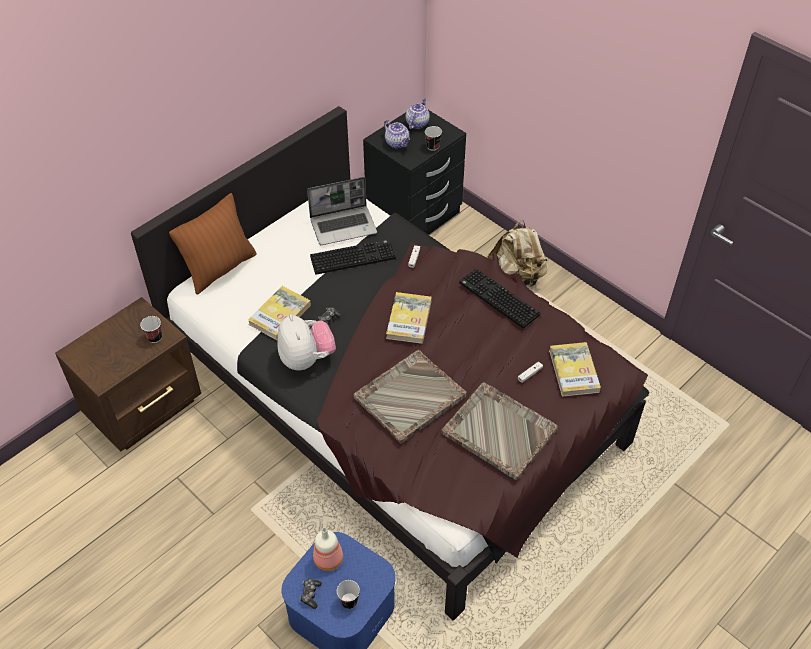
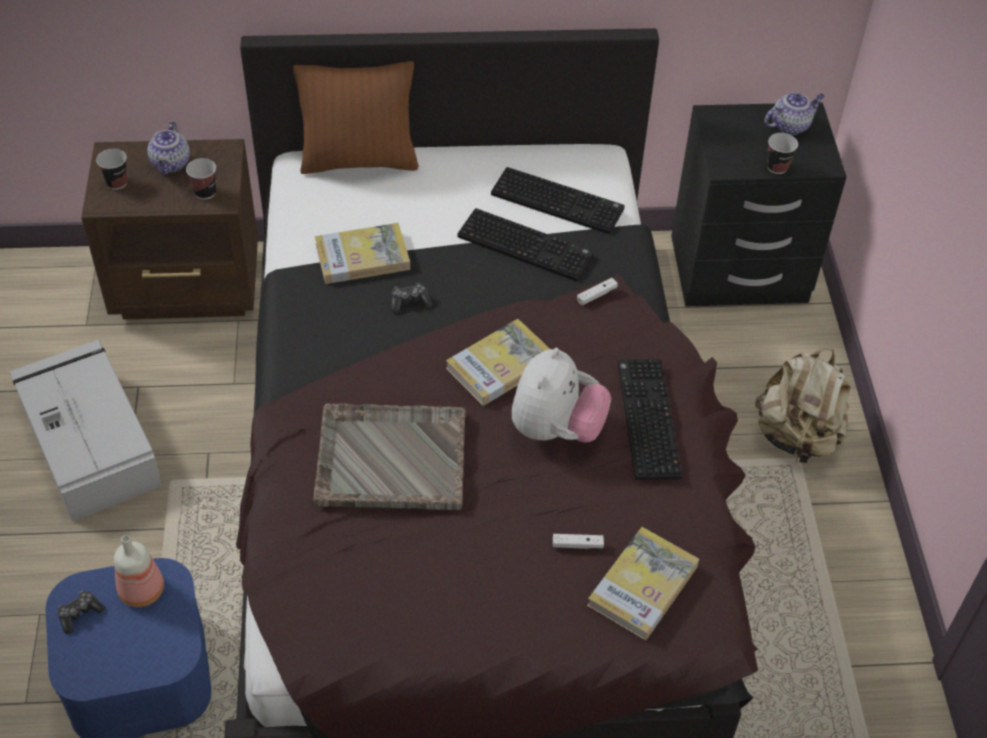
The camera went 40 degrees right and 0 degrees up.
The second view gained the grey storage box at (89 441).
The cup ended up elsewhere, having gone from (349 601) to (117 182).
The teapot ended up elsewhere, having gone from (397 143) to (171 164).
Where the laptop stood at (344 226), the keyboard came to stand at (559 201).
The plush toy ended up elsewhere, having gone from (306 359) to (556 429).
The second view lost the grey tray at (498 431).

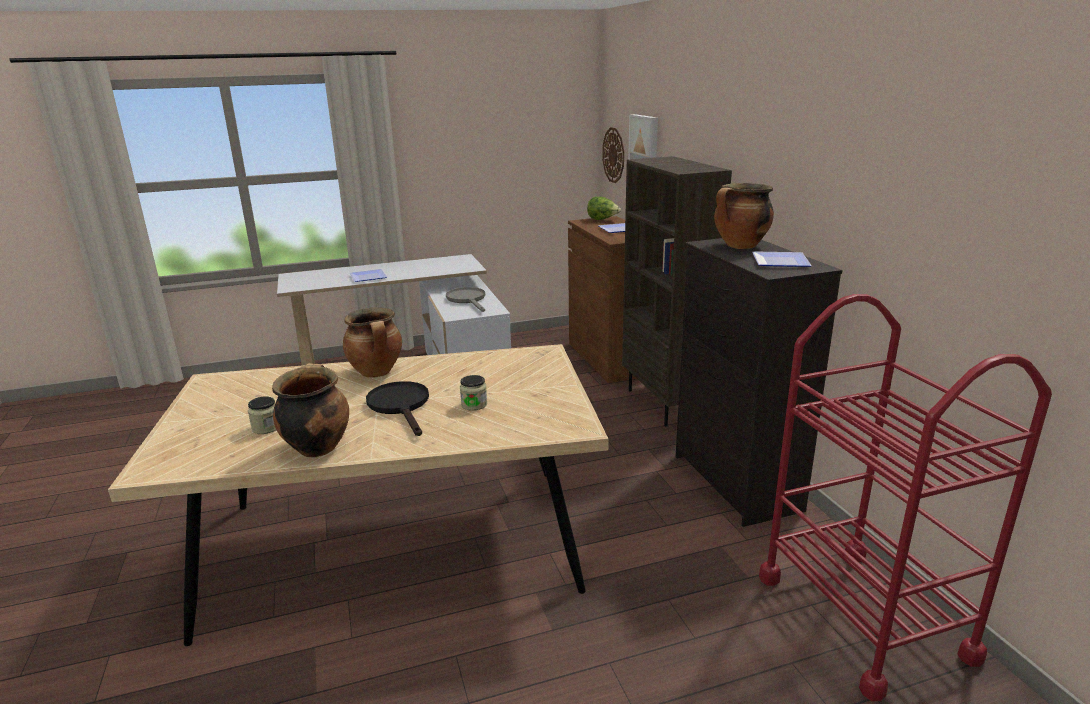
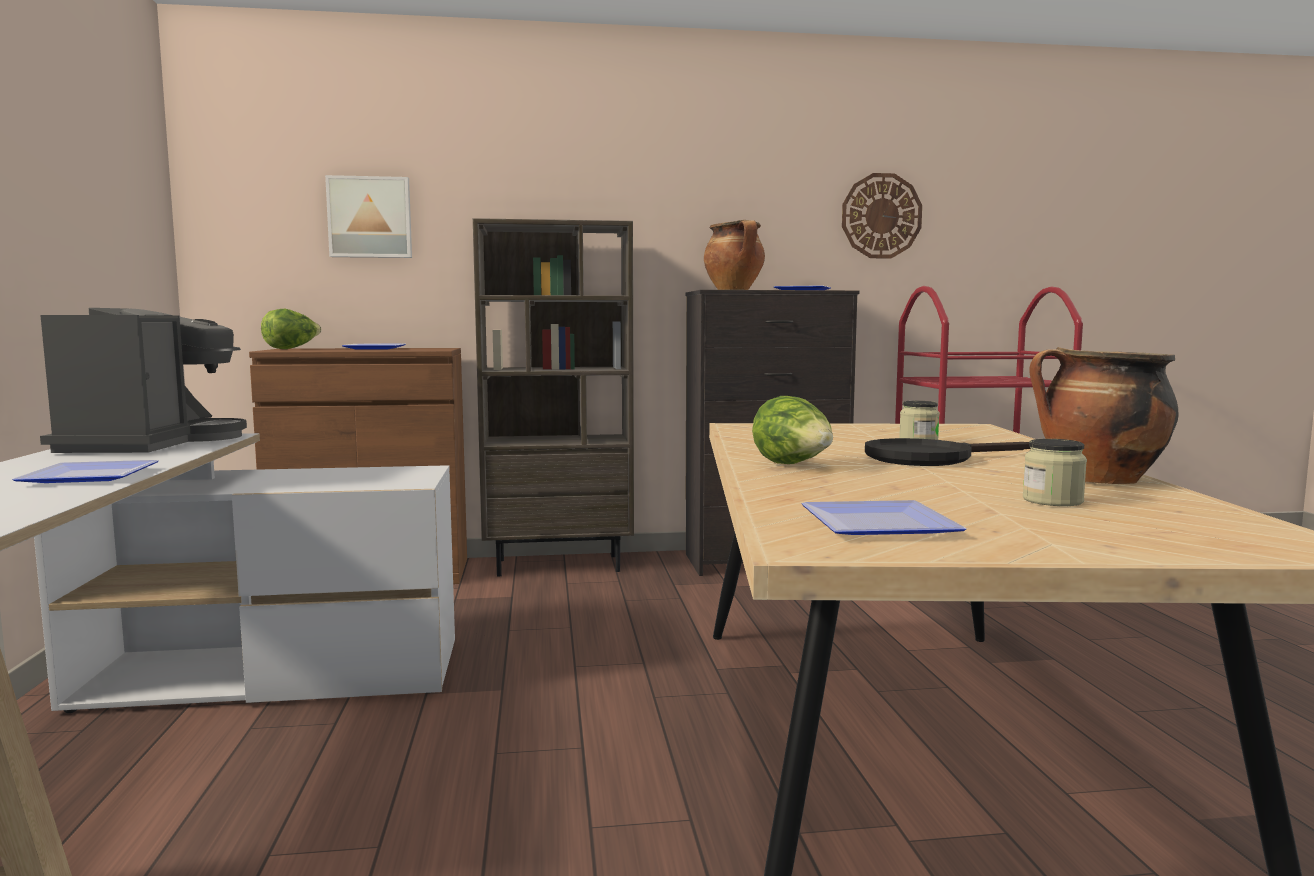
The camera went 80 degrees left and 15 degrees down.
The second view gained the coffee machine at (151 443).
Where the cooking pot stood at (377 373), the lettuce came to stand at (793 465).
The second view gained the plate at (875 526).
The wall clock ended up elsewhere, having gone from (614 155) to (881 216).
The second view lost the grey frying pan at (468 300).

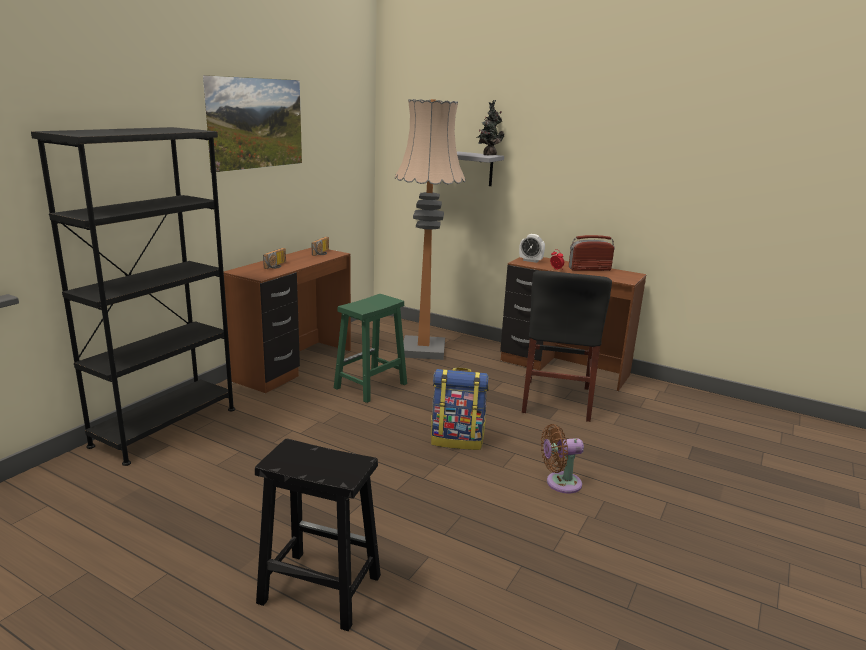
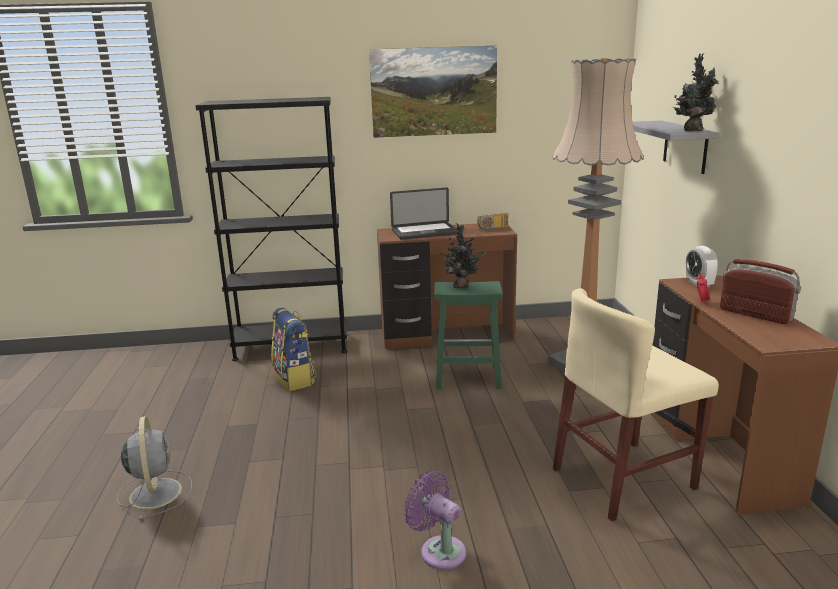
The camera went 55 degrees right and 0 degrees up.
Where the black stool stood at (318 589), the grey fan came to stand at (155 492).
The backpack ended up elsewhere, having gone from (457 440) to (295 379).
Where the radio stood at (277 266), the laptop came to stand at (425 232).
What was the brown fan at (560 483) turned into the purple fan at (439 550).
The second view gained the potted plant at (462 286).
What was the black chair at (556 399) turned into the beige chair at (623 478).

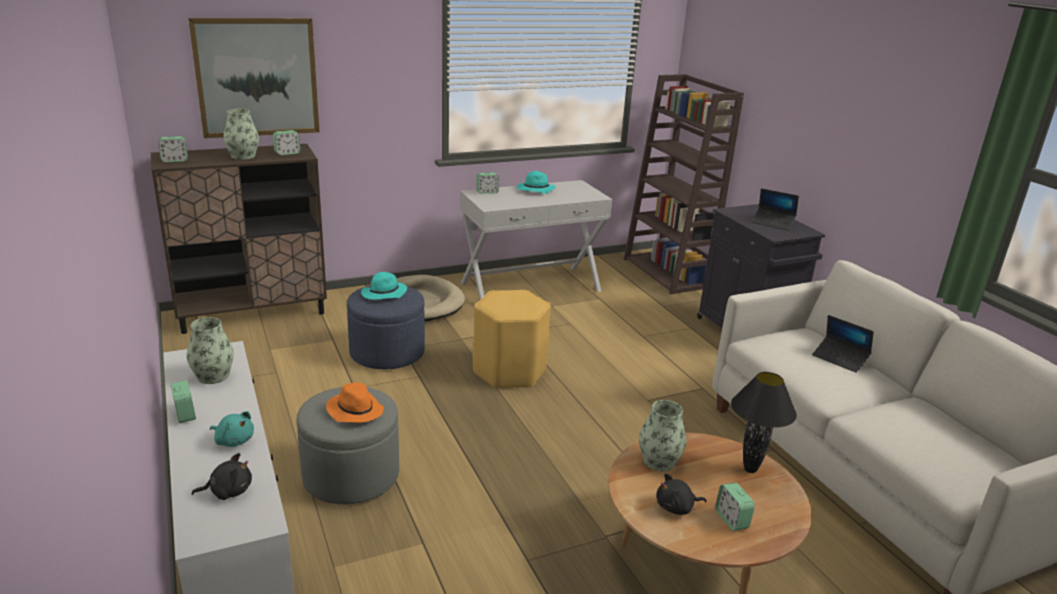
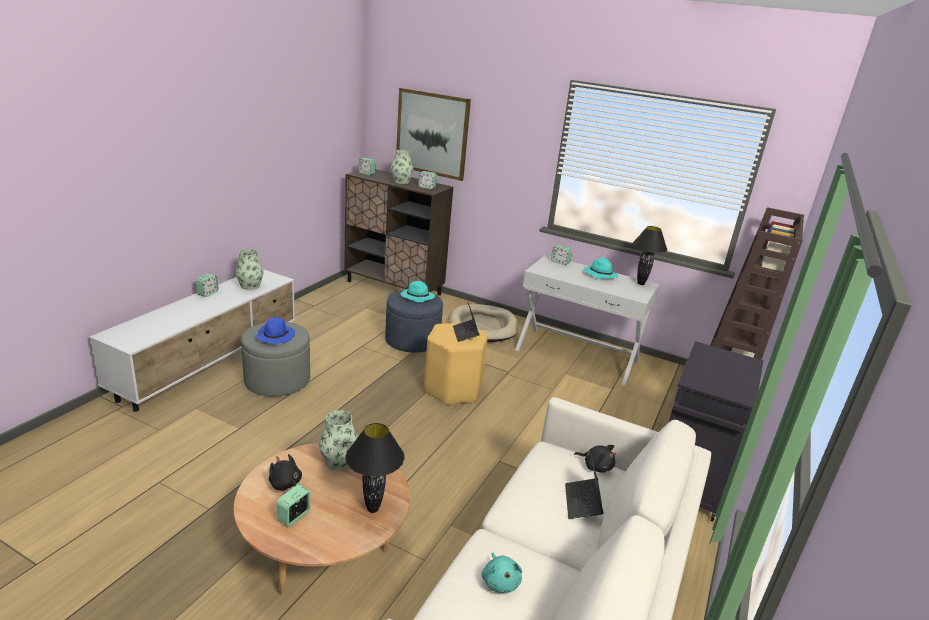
The camera went 50 degrees right and 0 degrees up.
What was the orange hat at (354 410) turned into the blue hat at (275 336).
The laptop ended up elsewhere, having gone from (773 223) to (465 334).
The turquoise plush toy ended up elsewhere, having gone from (233 440) to (500 581).
The black plush toy ended up elsewhere, having gone from (228 491) to (596 466).
The second view gained the black table lamp at (641 284).

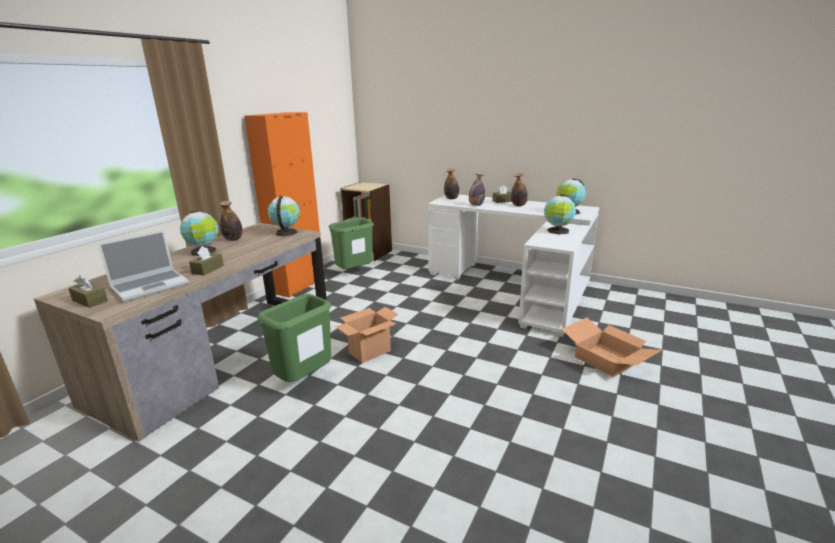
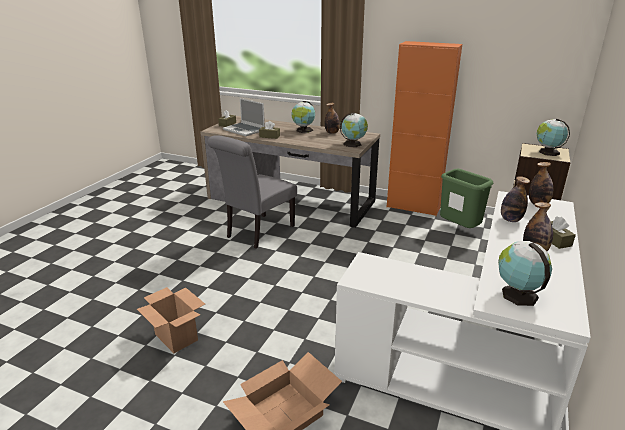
The camera went 85 degrees right and 5 degrees up.
The cardboard box ended up elsewhere, having gone from (369 352) to (176 337).
Where the green trash can stood at (304 381), the grey chair came to stand at (257 232).
The globe ended up elsewhere, having gone from (558 231) to (547 152).

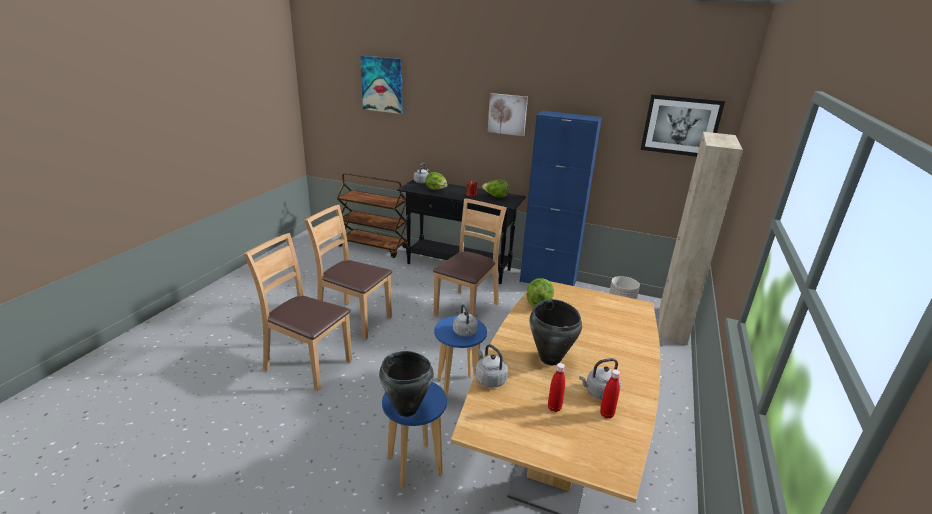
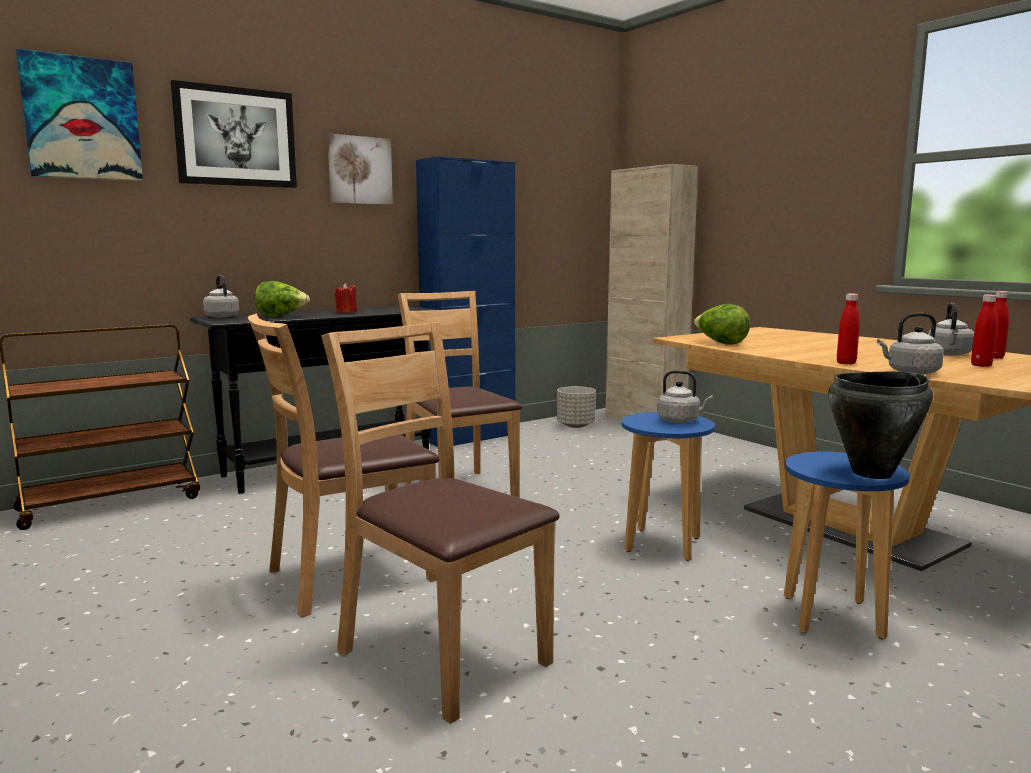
The camera went 55 degrees left and 15 degrees down.
The picture ended up elsewhere, having gone from (680 125) to (236 137).
The brown chair at (308 364) ended up facing another way, 75 degrees clockwise from before.
The second view gained the red bottle at (846 363).
The second view lost the lettuce at (495 196).
The second view lost the black cooking pot at (550 358).

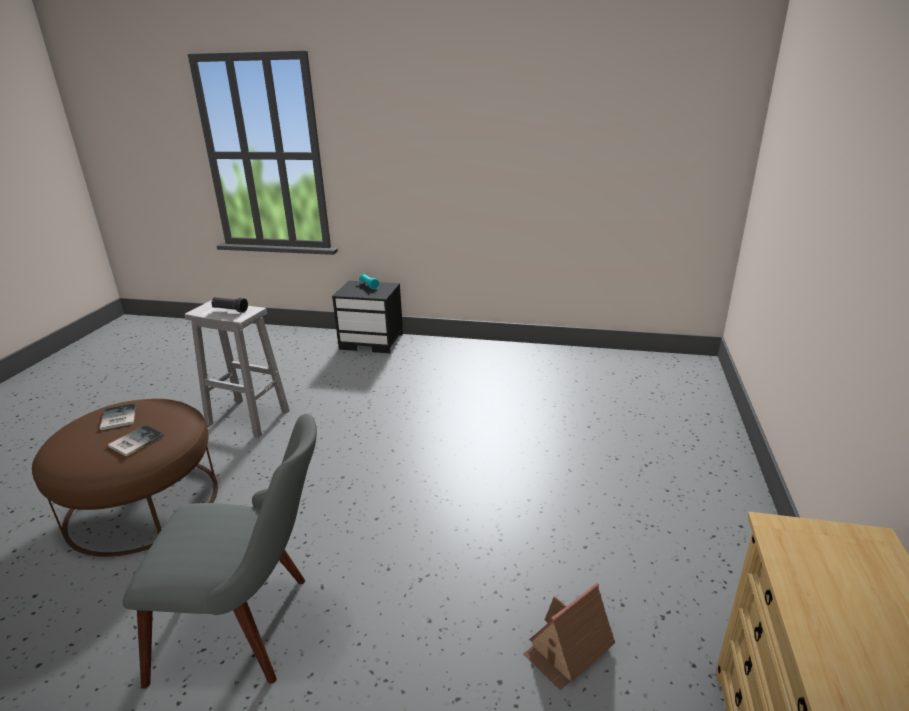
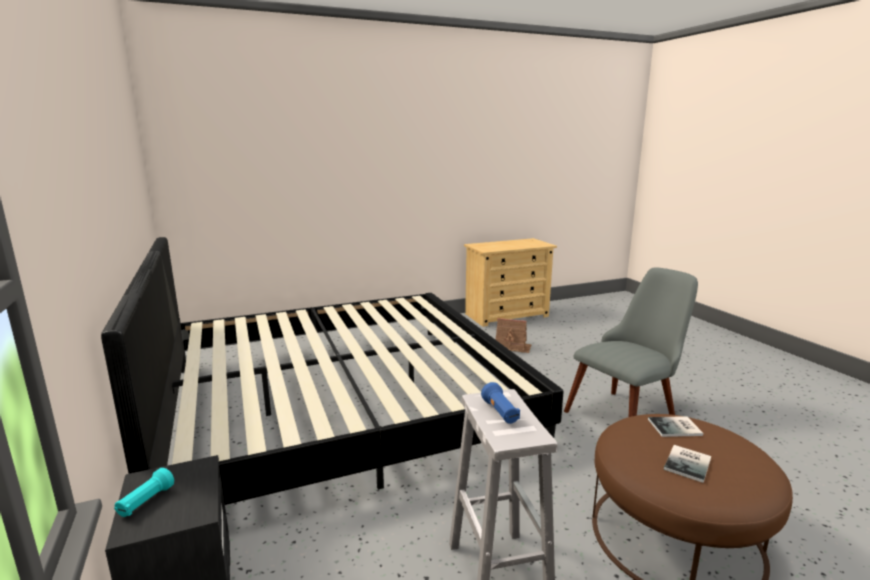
The camera went 125 degrees left and 10 degrees down.
The second view gained the bed at (340 403).
What was the black flashlight at (230 310) turned into the blue flashlight at (500 413).
The grey chair at (253 626) ended up facing another way, 90 degrees clockwise from before.

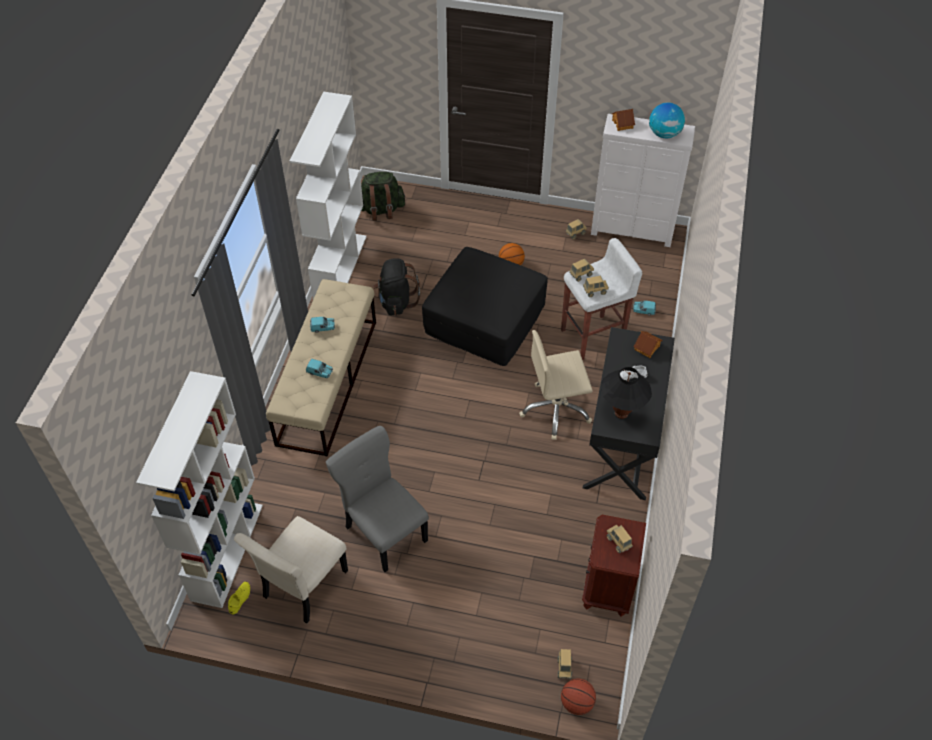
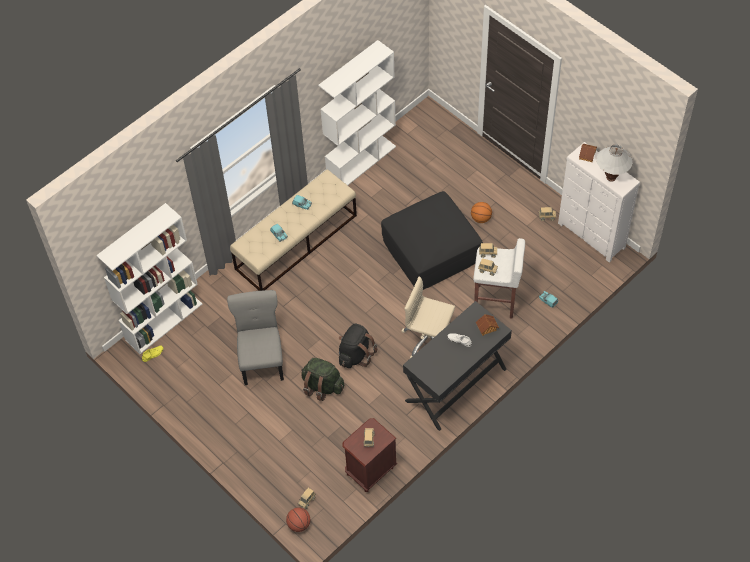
The camera went 35 degrees right and 5 degrees up.
The green backpack ended up elsewhere, having gone from (381 210) to (322 386).
The black backpack ended up elsewhere, having gone from (396 301) to (355 354).
Where the globe stood at (664 134), the white table lamp came to stand at (611 177).
The second view lost the beige chair at (302 586).
The second view lost the black table lamp at (621 413).

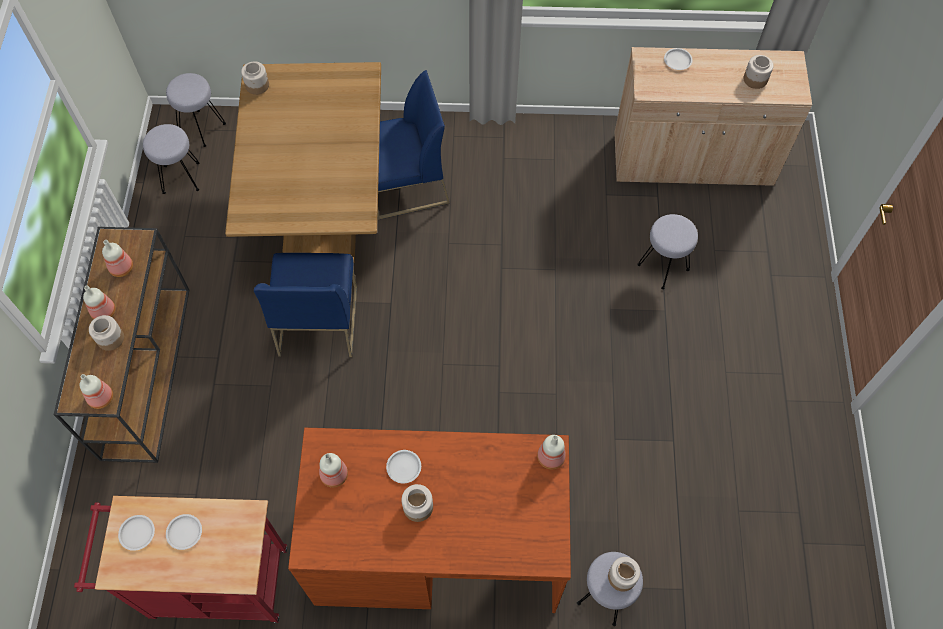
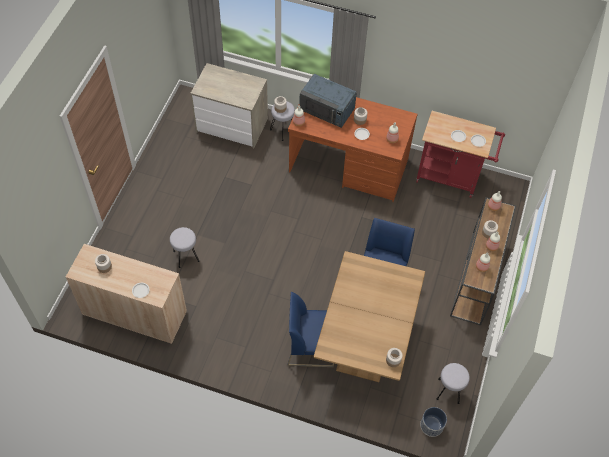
The camera went 165 degrees left and 5 degrees down.
The second view gained the dresser at (232 125).
The second view gained the blue microwave at (327 108).
Where the grey stool stood at (202 128), the planter came to stand at (431 425).

